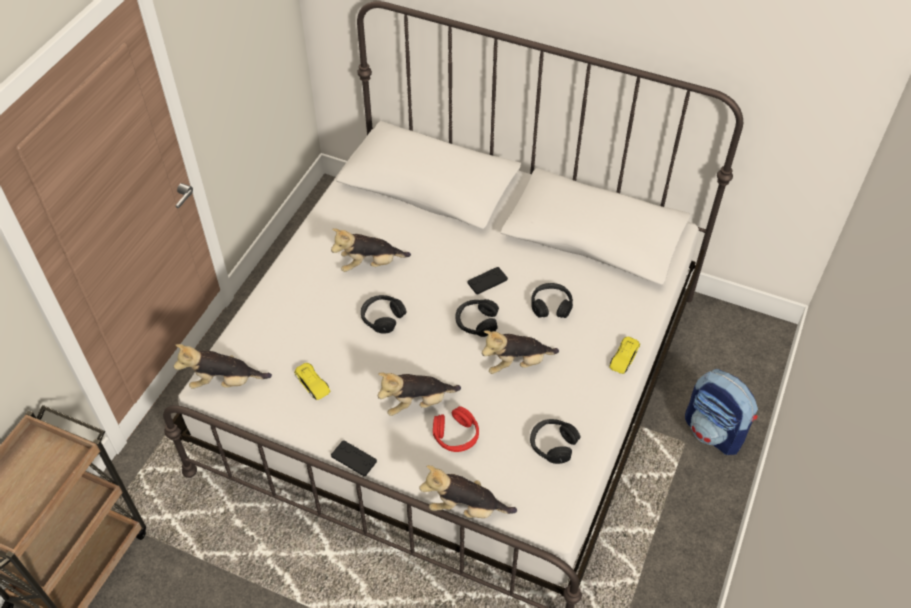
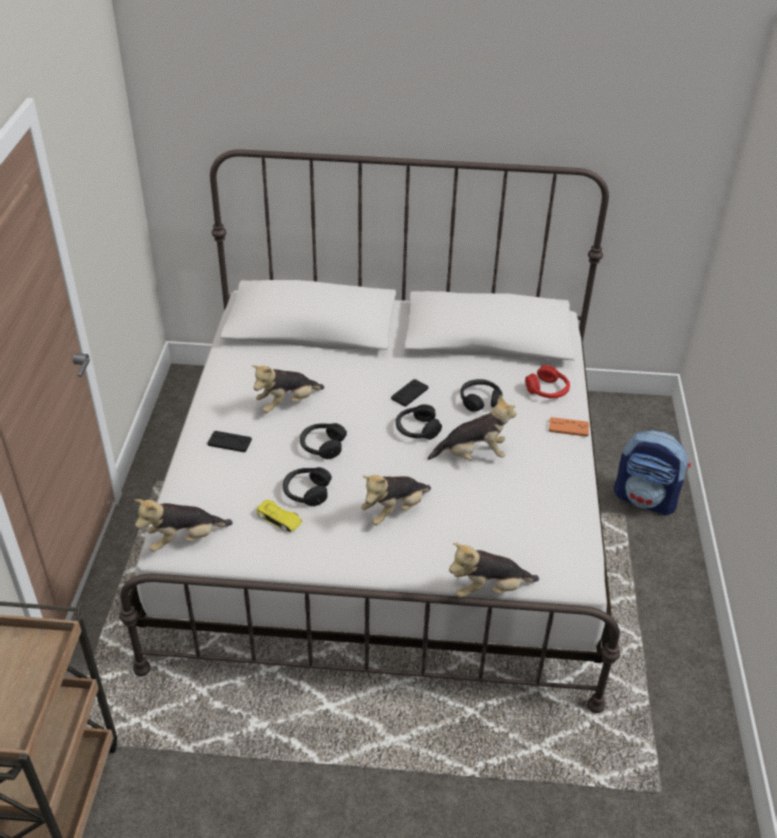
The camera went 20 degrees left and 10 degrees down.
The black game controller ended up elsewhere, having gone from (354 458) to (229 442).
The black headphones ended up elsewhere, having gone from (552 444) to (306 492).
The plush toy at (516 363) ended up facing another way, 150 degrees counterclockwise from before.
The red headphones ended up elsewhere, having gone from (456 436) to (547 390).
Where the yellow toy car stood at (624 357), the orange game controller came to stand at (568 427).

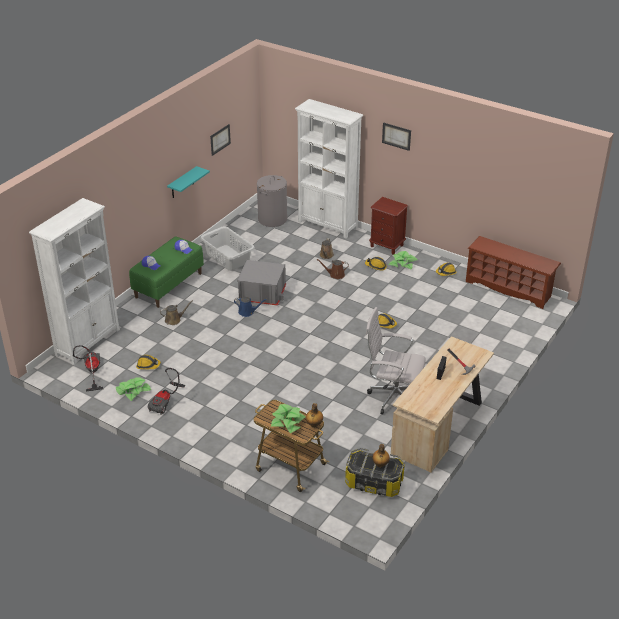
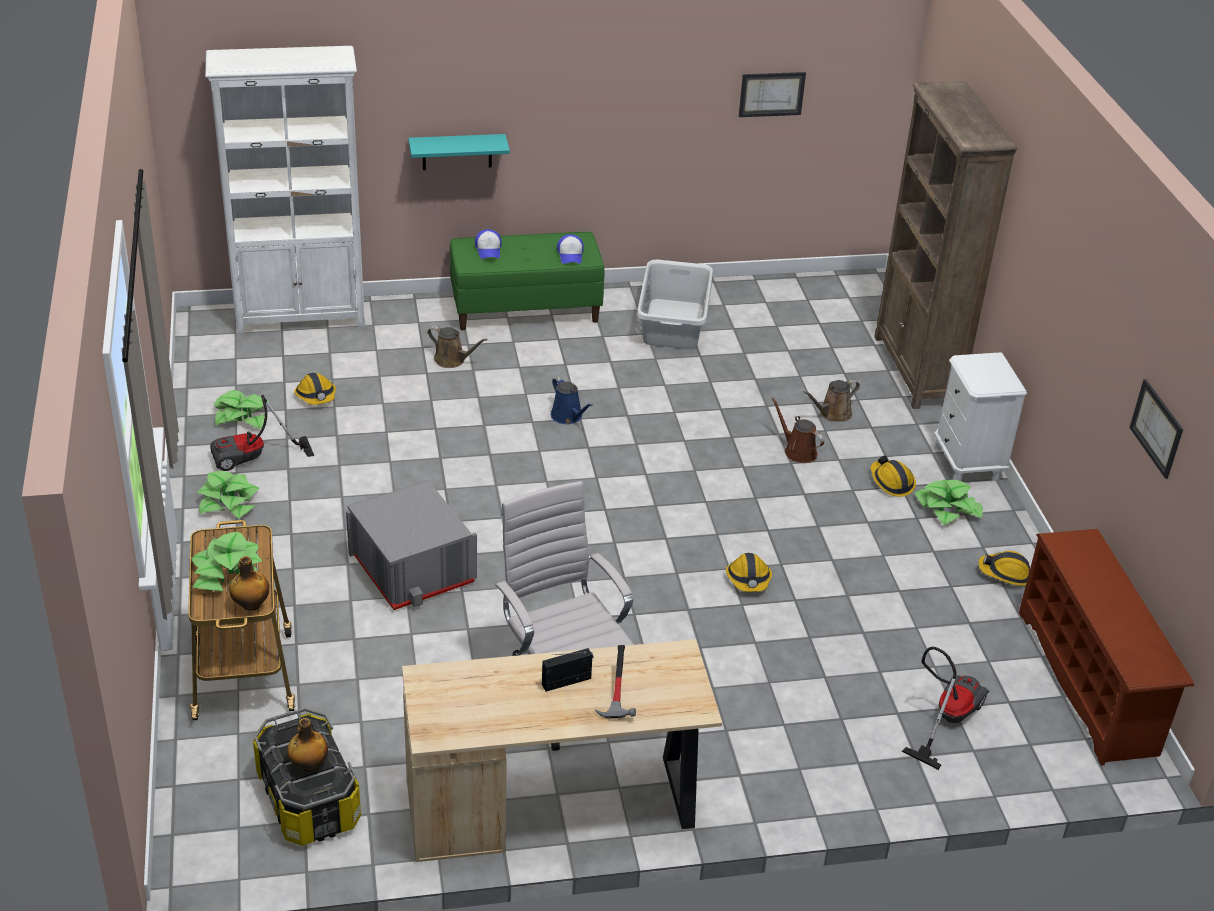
The camera went 45 degrees right and 0 degrees up.
The second view gained the potted plant at (228 502).
The grey storage box ended up elsewhere, having gone from (262 293) to (413 569).
The turquoise shelf ended up elsewhere, having gone from (182 183) to (457 152).
What was the white bookcase at (328 225) turned into the brown bookcase at (916 371).
The vacuum cleaner ended up elsewhere, having gone from (91 372) to (946 718).
What was the brown nightstand at (387 246) turned into the white nightstand at (967 463).
The picture ended up elsewhere, having gone from (396 136) to (1157 428).
The second view lost the grey laundry basket at (272 219).

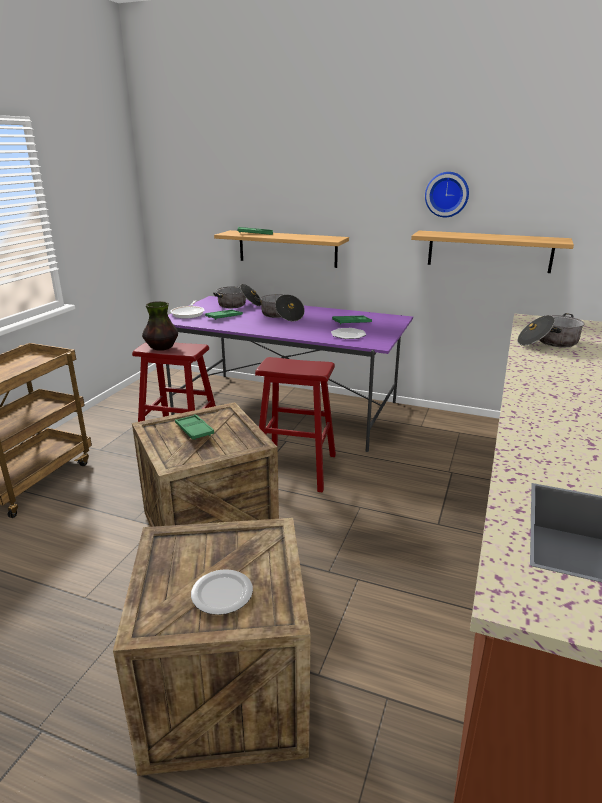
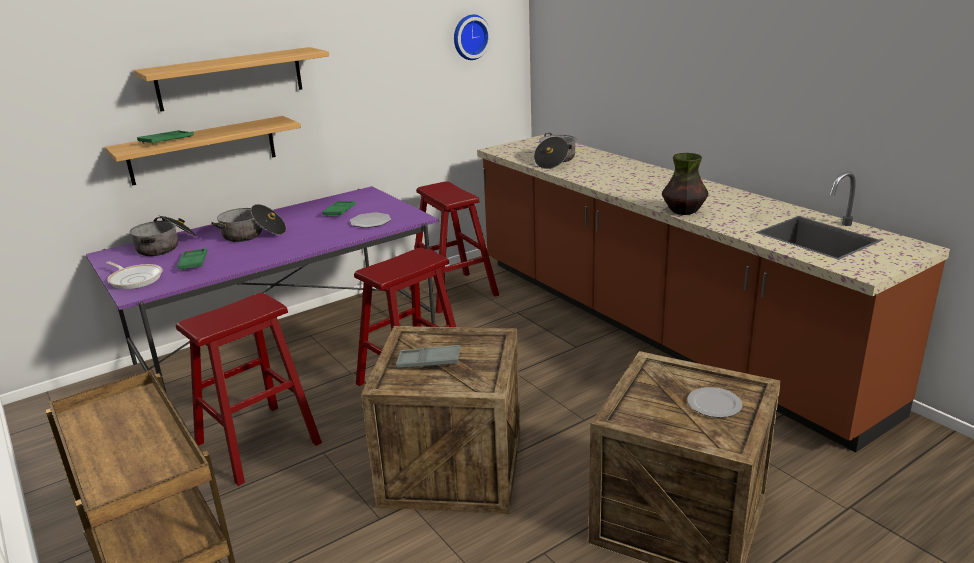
The camera went 55 degrees left and 0 degrees up.
The shelf ended up elsewhere, having gone from (489 251) to (230 78).
What was the green tray at (194 430) turned into the grey tray at (428 361).
The second view gained the red stool at (453 292).
The wall clock ended up elsewhere, having gone from (447 194) to (470 37).
The vase ended up elsewhere, having gone from (161 348) to (683 211).

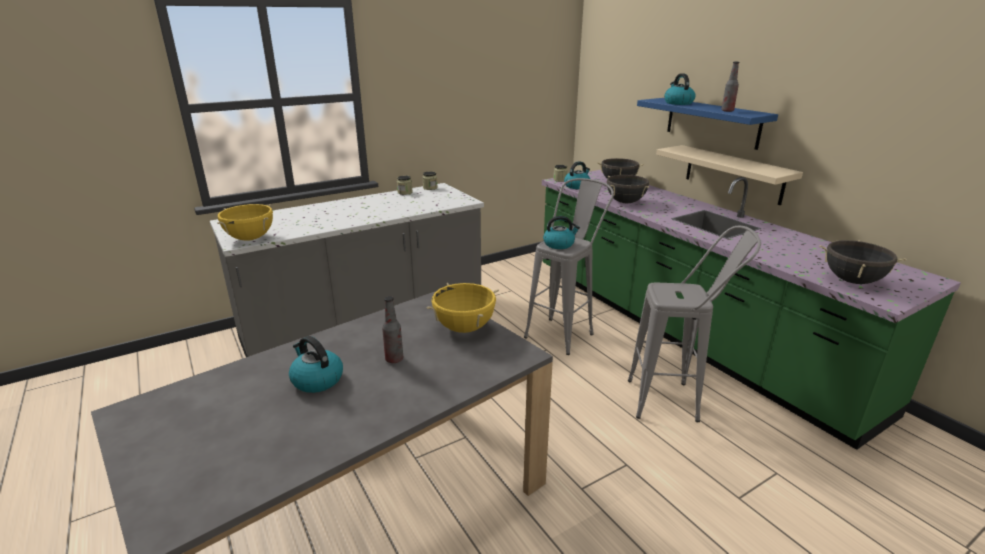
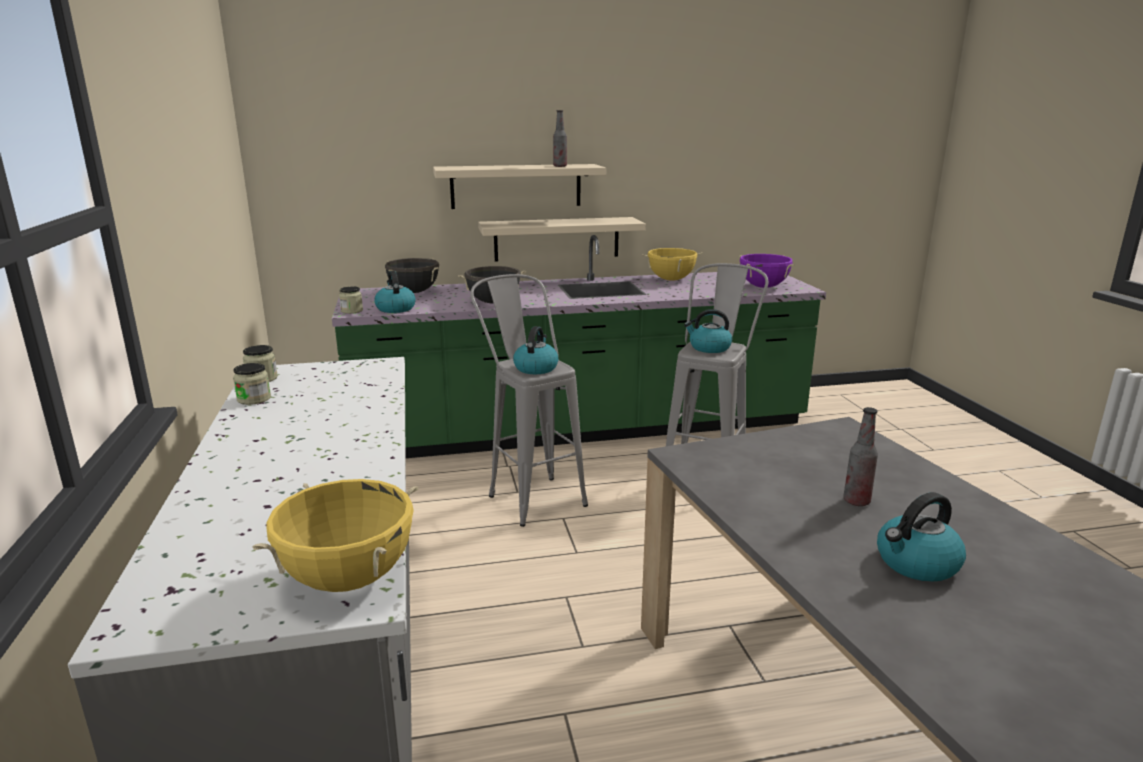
The camera went 70 degrees left and 5 degrees down.
What was the blue shelf at (712 122) turned into the beige shelf at (516 186).
The yellow cooking pot ended up elsewhere, having gone from (464 328) to (671 280).
The kettle ended up elsewhere, having gone from (678 103) to (709 348).
What was the black cooking pot at (852 281) turned into the purple cooking pot at (763 287).

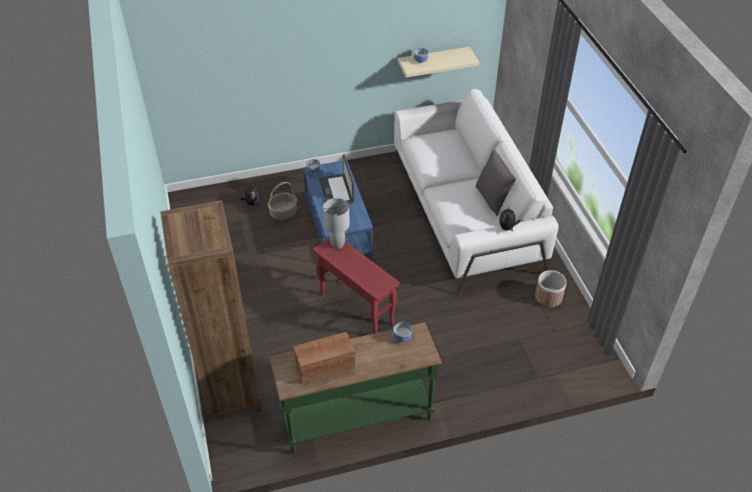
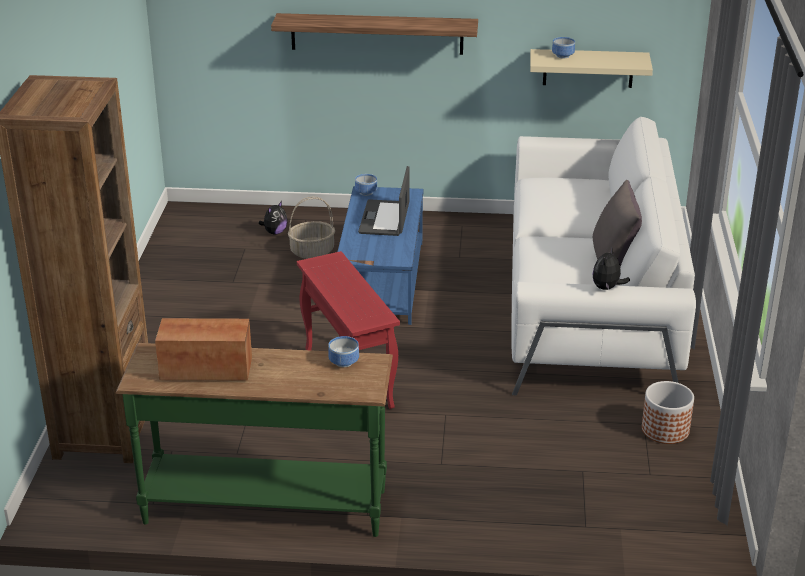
The camera went 20 degrees right and 15 degrees down.
The second view gained the shelf at (377 33).
The second view lost the grey table lamp at (338 244).

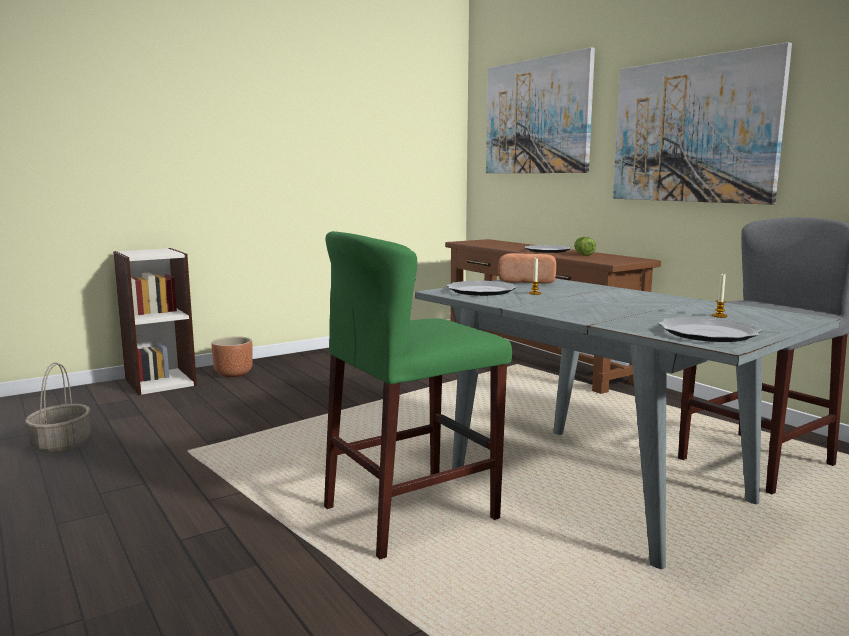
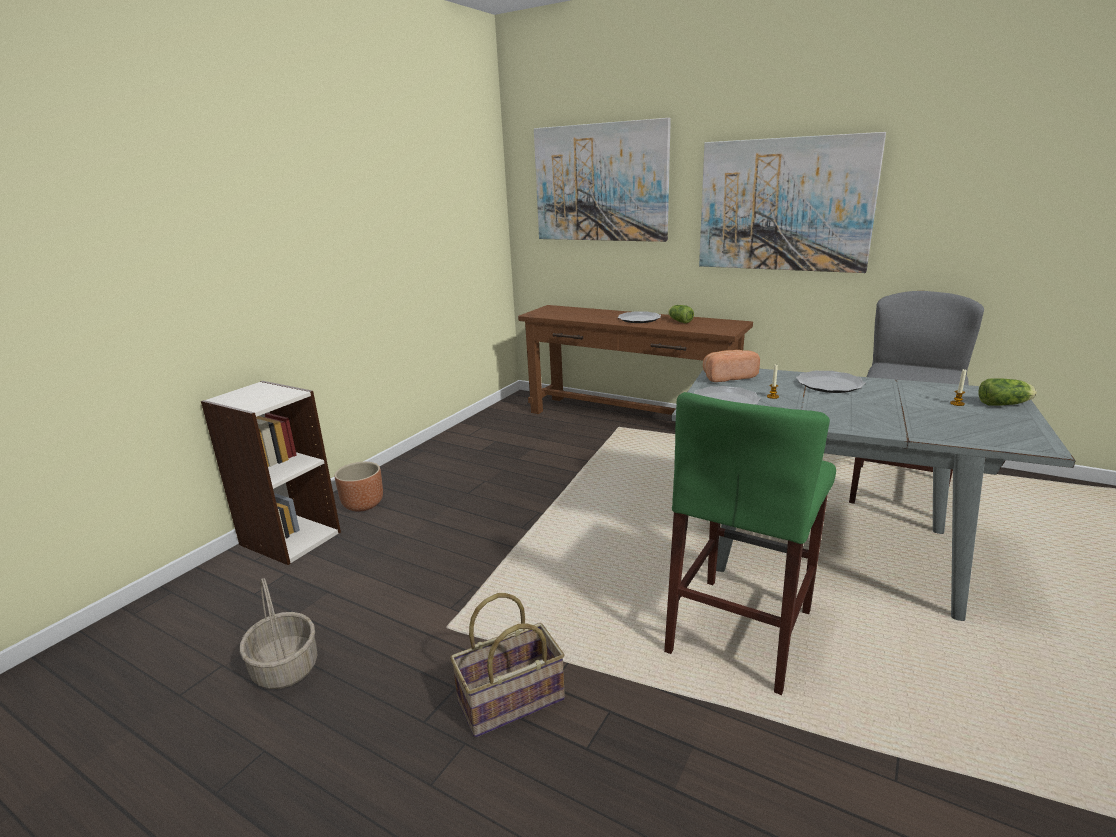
The camera went 25 degrees left and 10 degrees up.
The second view gained the basket at (511 702).
The plate ended up elsewhere, having gone from (709 333) to (830 384).
The second view gained the lettuce at (1005 404).

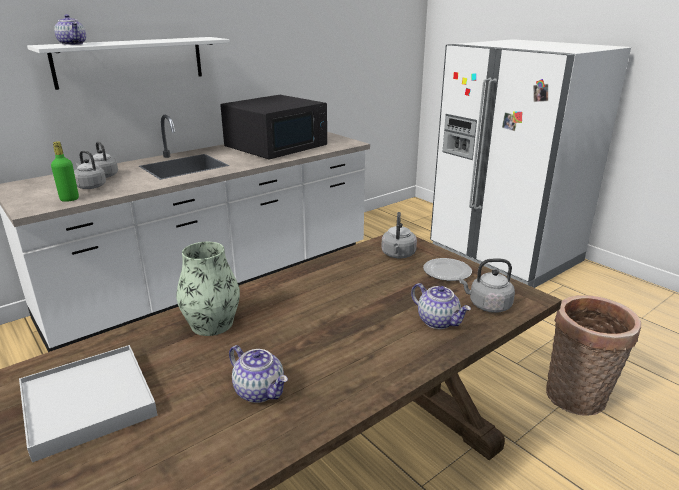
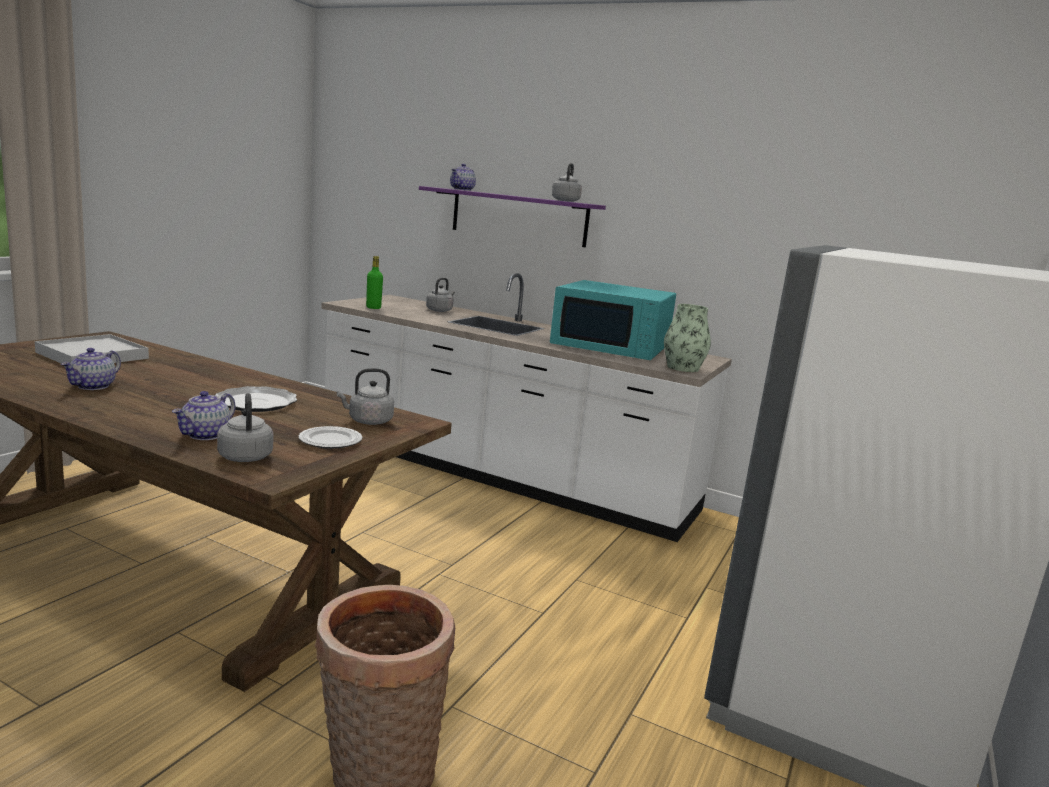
The camera went 65 degrees right and 10 degrees down.
The second view gained the plate at (256 402).
What was the white shelf at (130 61) turned into the purple shelf at (518 217).
What was the black microwave at (277 147) turned into the turquoise microwave at (612 346).
The grey kettle ended up elsewhere, having gone from (90 186) to (566 201).
The vase ended up elsewhere, having gone from (212 324) to (682 368).

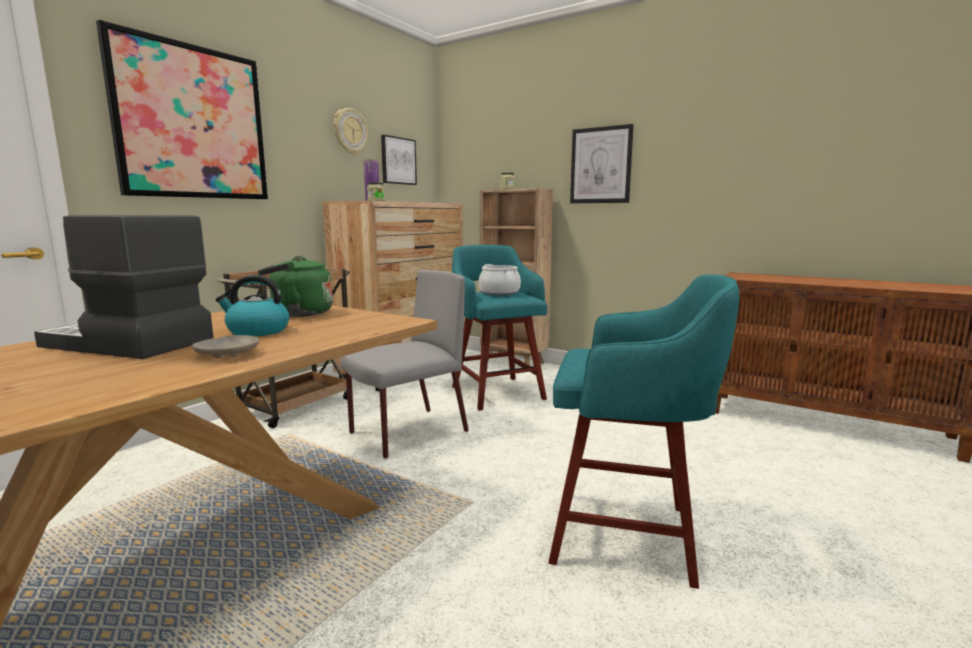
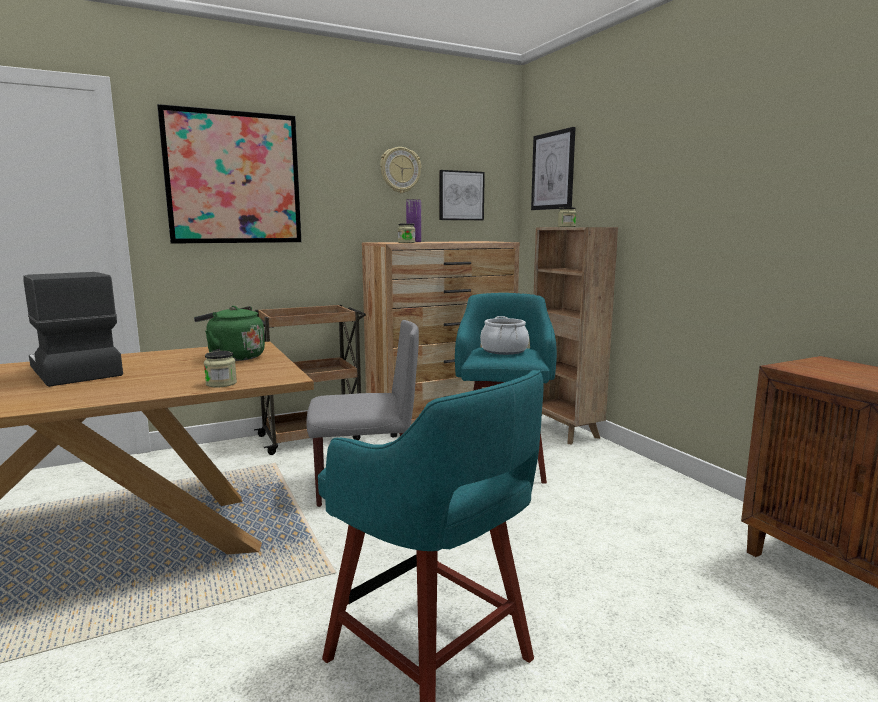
The camera went 30 degrees right and 0 degrees up.
The second view gained the jar at (221 383).
The picture ended up elsewhere, having gone from (601 165) to (553 171).
The second view lost the beige plate at (227 354).
The second view lost the kettle at (257 331).

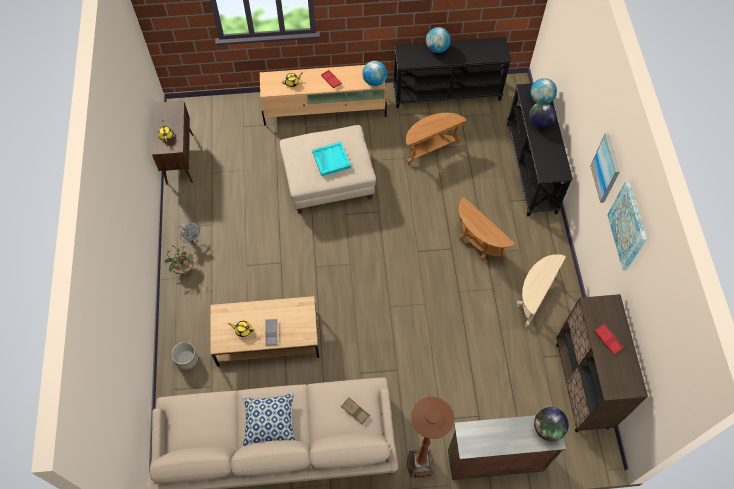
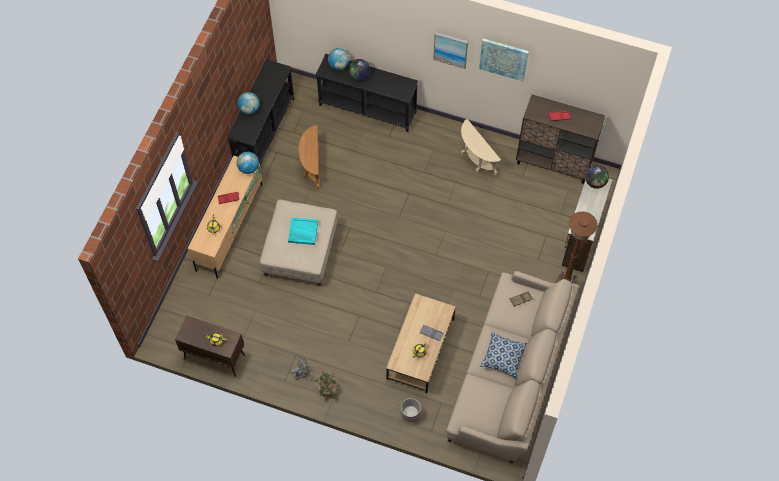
The camera went 65 degrees left and 0 degrees up.
The second view lost the brown side table at (477 245).

